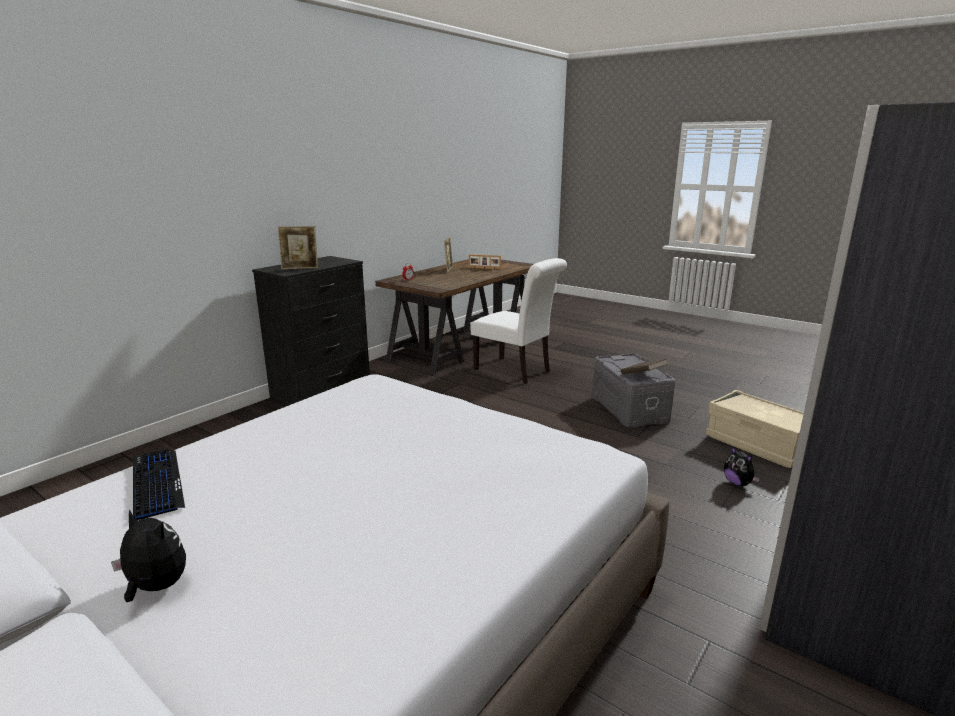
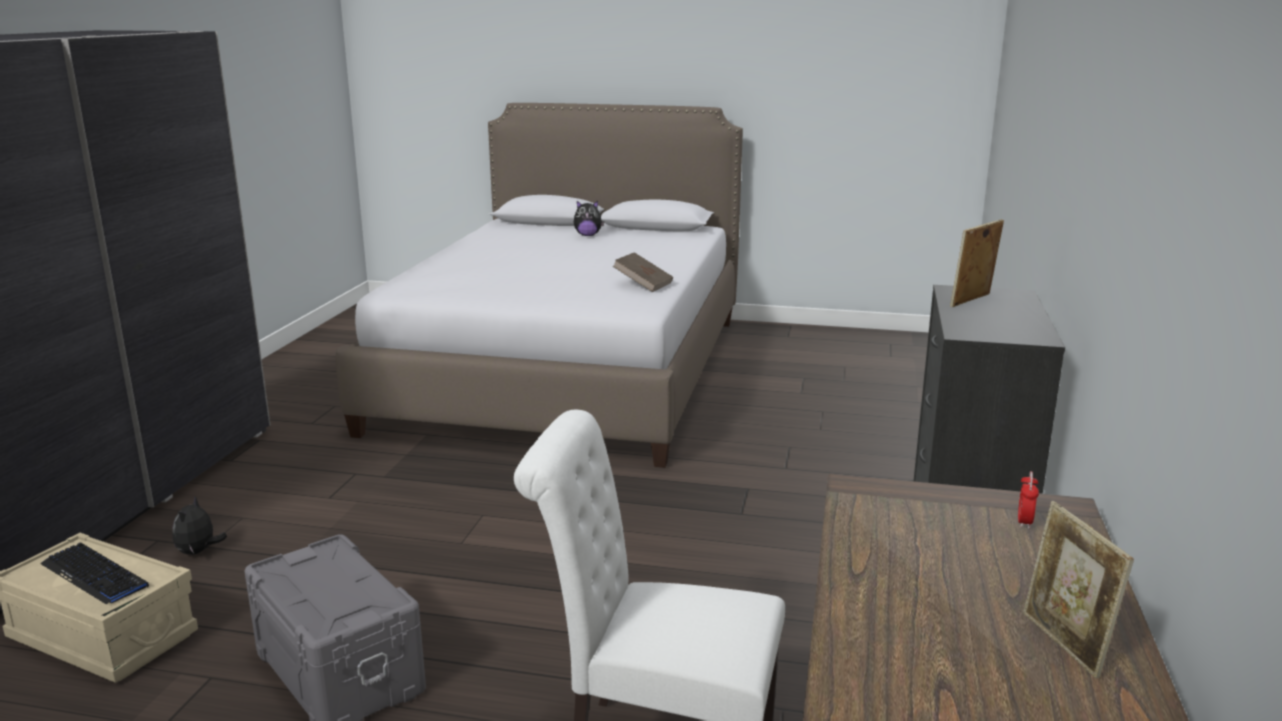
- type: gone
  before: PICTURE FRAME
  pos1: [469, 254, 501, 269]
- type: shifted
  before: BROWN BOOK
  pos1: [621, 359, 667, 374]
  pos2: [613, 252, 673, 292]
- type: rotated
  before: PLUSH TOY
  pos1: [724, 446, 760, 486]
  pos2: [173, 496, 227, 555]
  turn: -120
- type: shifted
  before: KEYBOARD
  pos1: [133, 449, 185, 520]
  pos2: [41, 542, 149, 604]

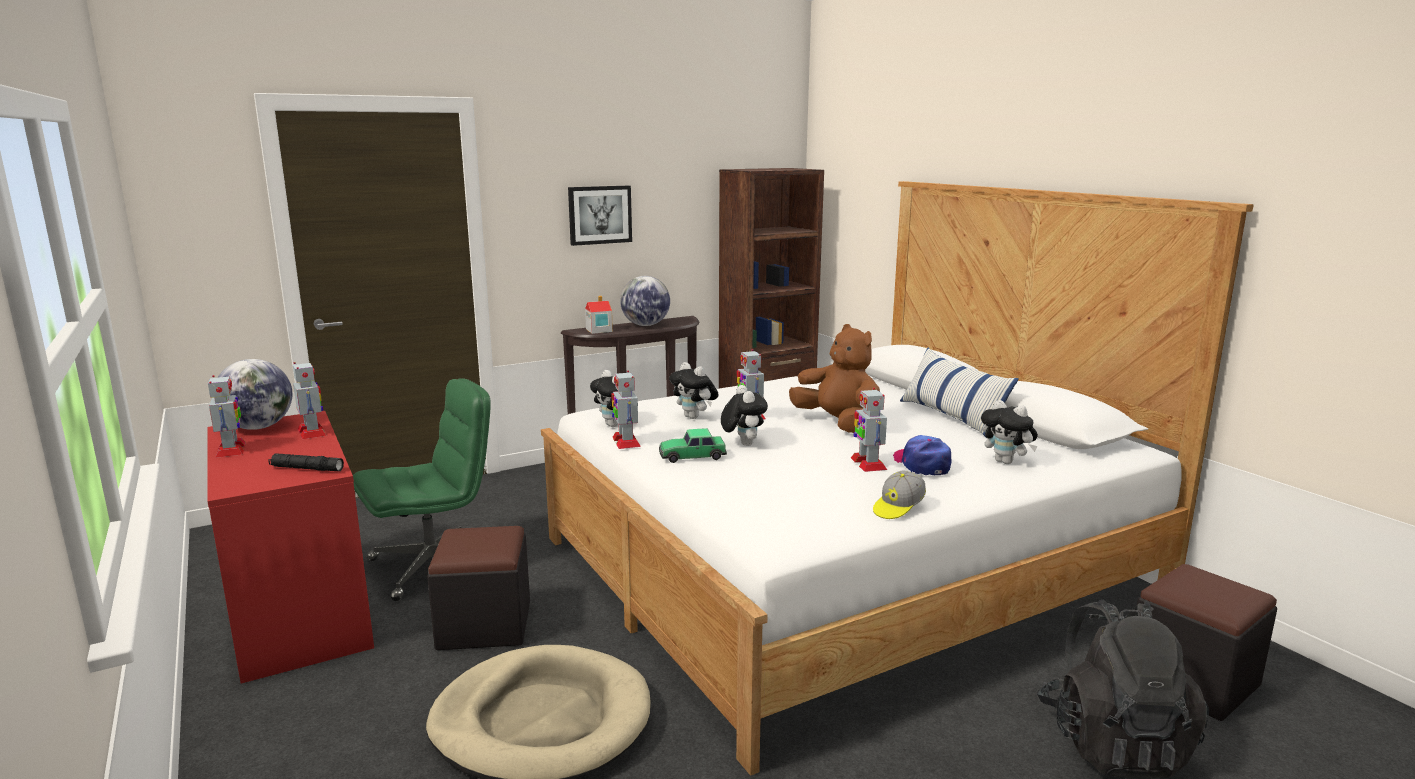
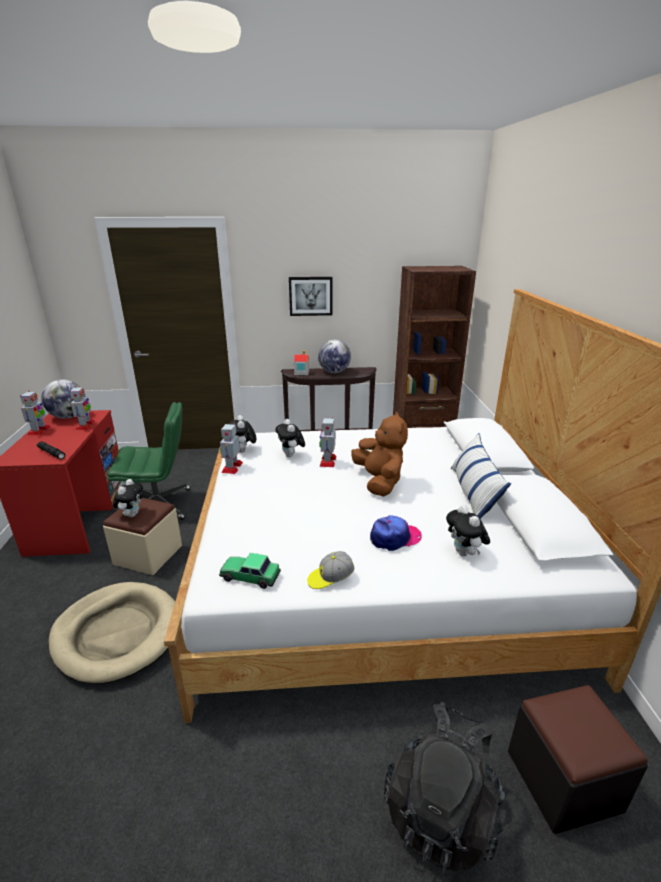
- type: shifted
  before: PLUSH TOY
  pos1: [721, 385, 768, 446]
  pos2: [113, 479, 143, 517]
- type: gone
  before: TOY ROBOT
  pos1: [851, 387, 887, 472]
- type: shifted
  before: TOY CAR
  pos1: [659, 428, 727, 463]
  pos2: [219, 553, 281, 589]
- type: rotated
  before: CAP
  pos1: [893, 435, 951, 475]
  pos2: [370, 515, 422, 551]
  turn: 60
- type: repainted
  before: BLACK OTTOMAN
  after: BEIGE OTTOMAN
  pos1: [427, 526, 530, 650]
  pos2: [103, 498, 182, 575]

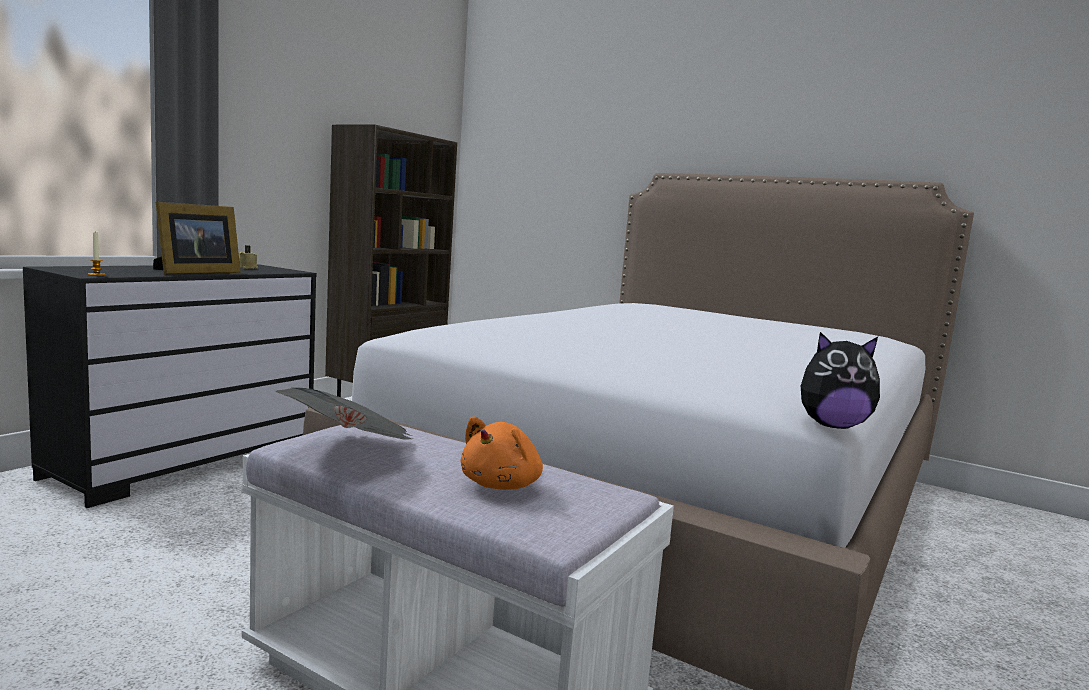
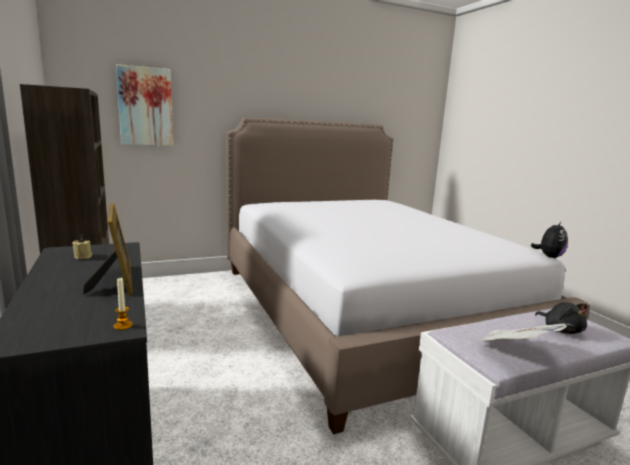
- type: repainted
  before: ORANGE PLUSH TOY
  after: BLACK PLUSH TOY
  pos1: [460, 417, 543, 490]
  pos2: [535, 302, 587, 334]
- type: new
  after: PICTURE
  pos2: [116, 64, 173, 146]

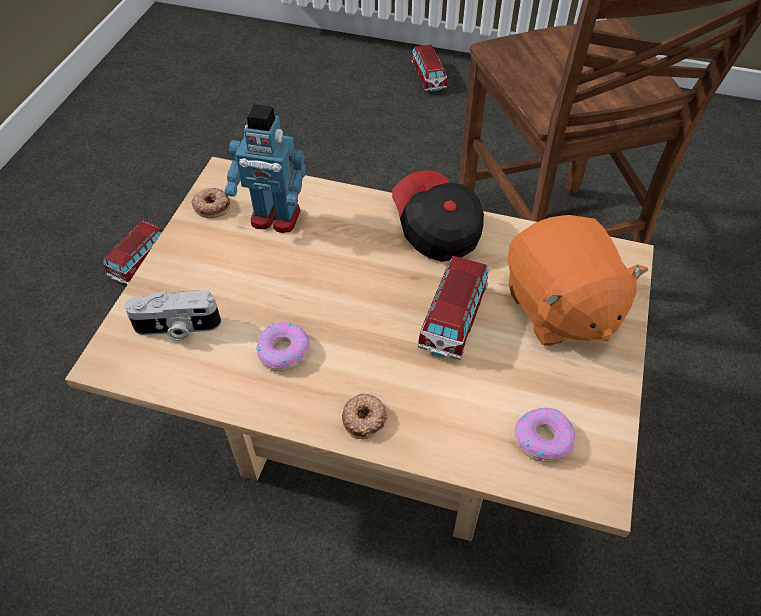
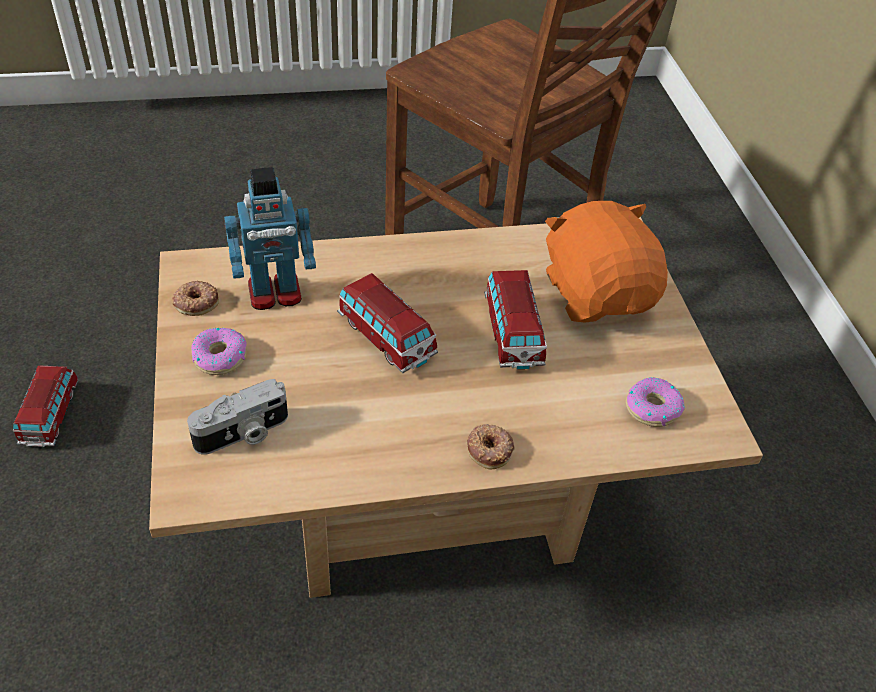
- type: shifted
  before: TOY CAR
  pos1: [411, 44, 447, 91]
  pos2: [337, 273, 438, 373]
- type: gone
  before: CAP
  pos1: [392, 170, 484, 262]
- type: rotated
  before: ORANGE PLUSH TOY
  pos1: [508, 215, 648, 346]
  pos2: [545, 201, 668, 323]
  turn: -150
- type: shifted
  before: DONUT
  pos1: [256, 322, 310, 371]
  pos2: [191, 328, 247, 375]

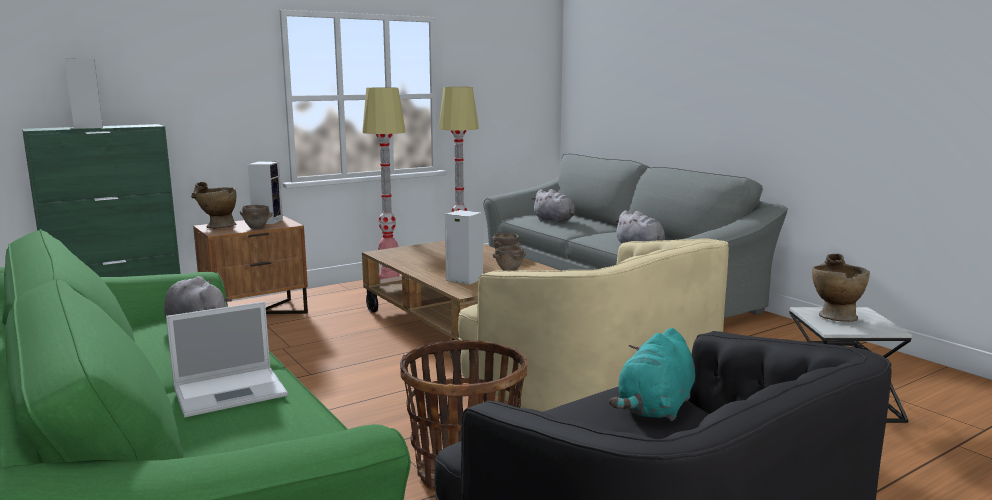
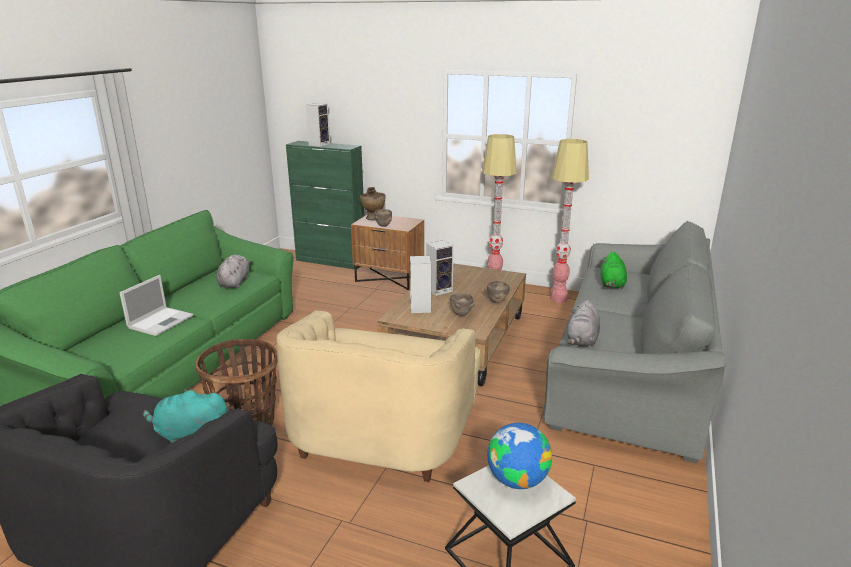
- type: shifted
  before: SPEAKER
  pos1: [248, 162, 283, 224]
  pos2: [426, 240, 454, 296]
- type: repainted
  before: GREY PLUSH TOY
  after: GREEN PLUSH TOY
  pos1: [531, 189, 575, 223]
  pos2: [600, 251, 627, 289]
- type: swapped
  before: BEIGE VASE
  after: GLOBE
  pos1: [812, 253, 870, 322]
  pos2: [487, 423, 552, 489]
- type: rotated
  before: LAPTOP
  pos1: [166, 301, 288, 417]
  pos2: [119, 275, 193, 336]
  turn: -90

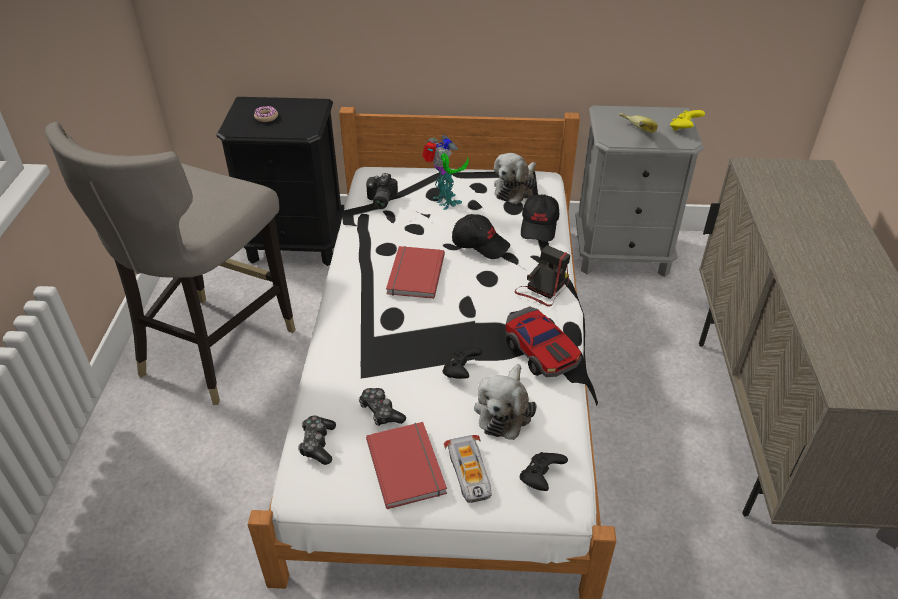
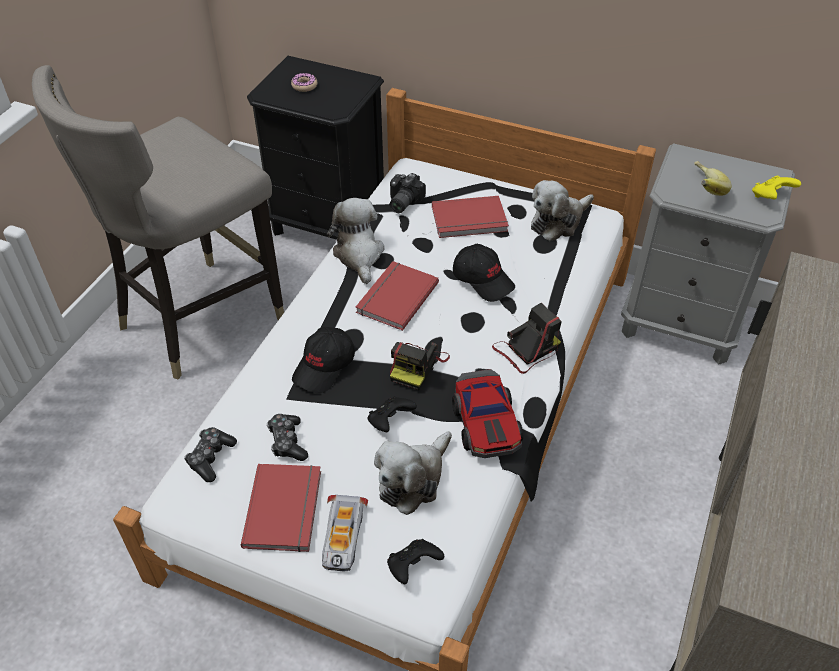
- type: swapped
  before: TOY ROBOT
  after: RED BOOK
  pos1: [422, 135, 469, 210]
  pos2: [432, 196, 509, 238]
- type: shifted
  before: BLACK CAP
  pos1: [521, 194, 559, 241]
  pos2: [292, 327, 355, 393]
- type: new
  after: PLUSH TOY
  pos2: [327, 198, 385, 284]
- type: new
  after: PHOTO CAMERA
  pos2: [390, 342, 450, 390]

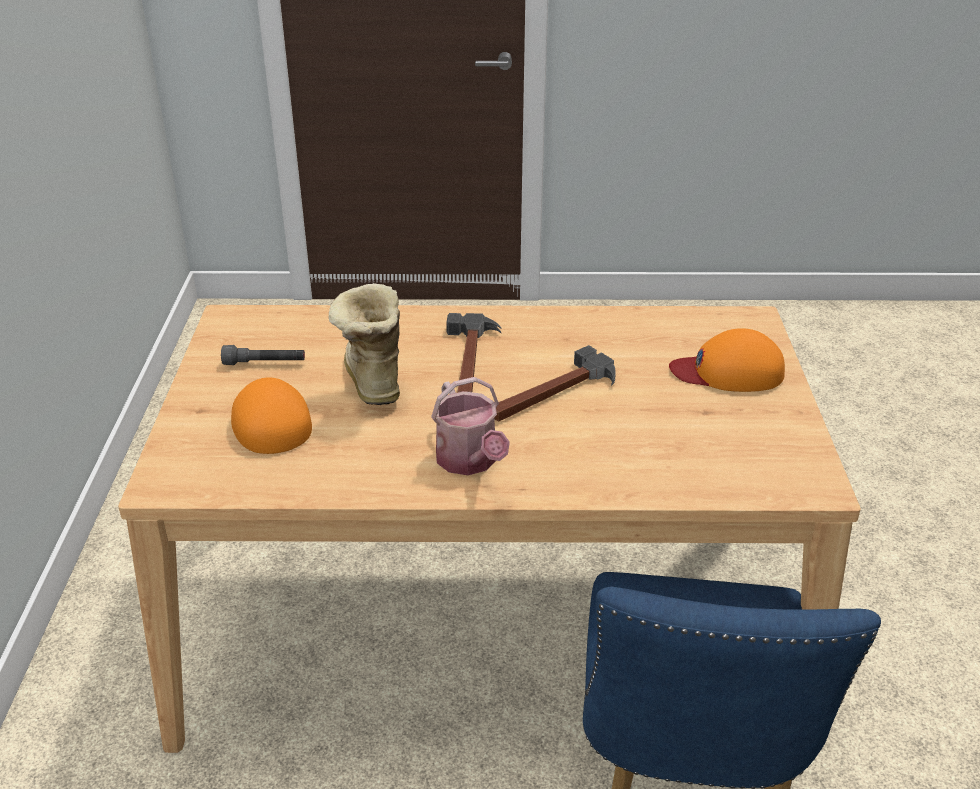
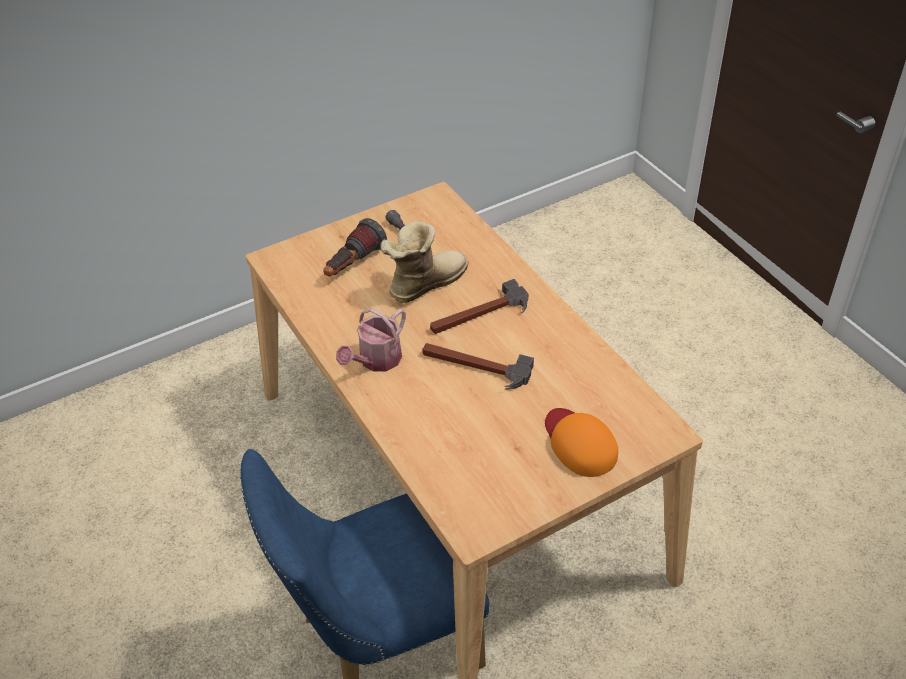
- type: swapped
  before: ORANGE CAP
  after: FLASHLIGHT
  pos1: [231, 377, 312, 454]
  pos2: [323, 218, 387, 277]

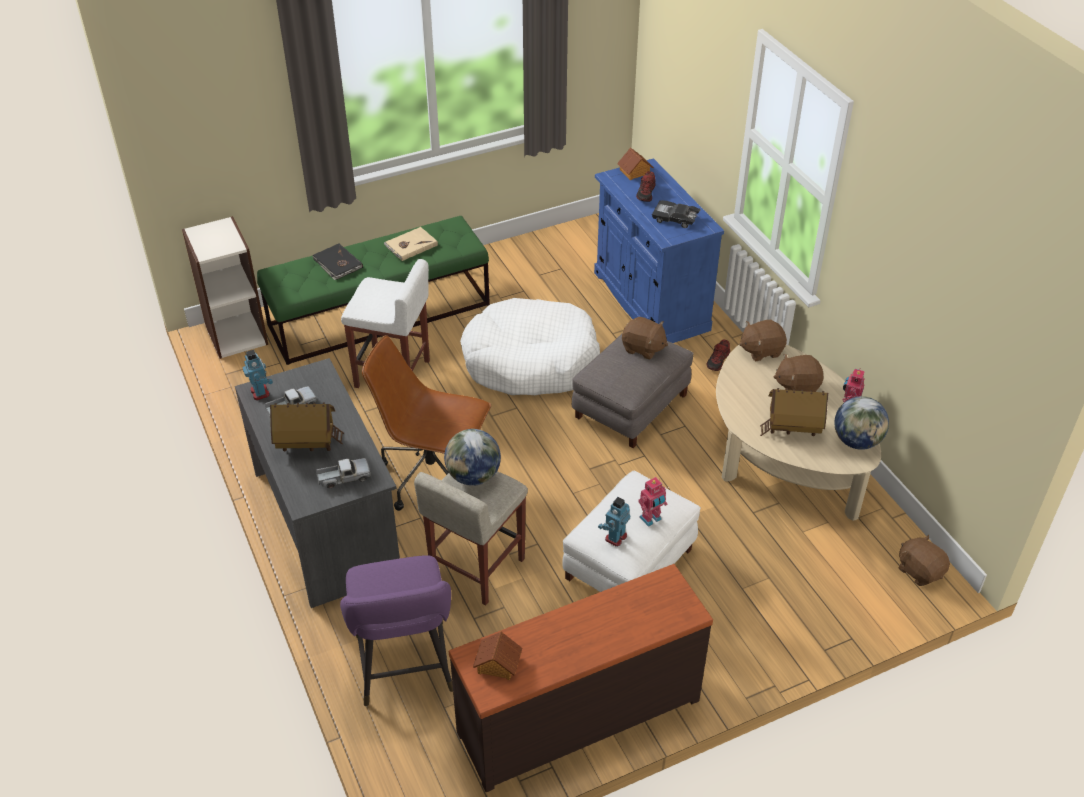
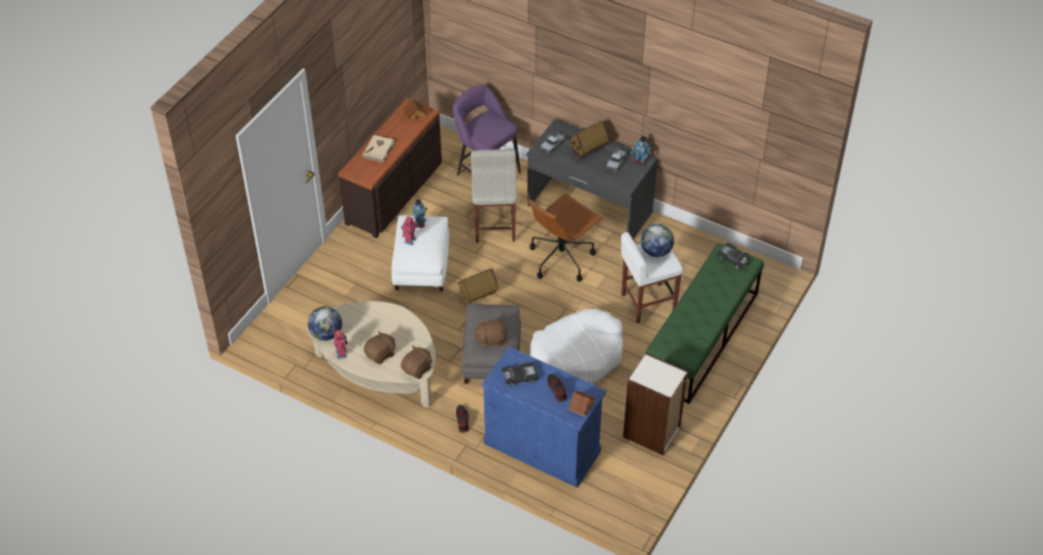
- type: shifted
  before: BOOKCASE
  pos1: [182, 216, 268, 359]
  pos2: [623, 353, 688, 456]
- type: shifted
  before: BEIGE BOOK
  pos1: [384, 227, 438, 261]
  pos2: [362, 135, 396, 162]
- type: gone
  before: BLACK BOOK
  pos1: [313, 243, 363, 280]
- type: rotated
  before: BROWN OFFICE CHAIR
  pos1: [362, 335, 491, 511]
  pos2: [529, 194, 603, 281]
  turn: 150
- type: shifted
  before: TOY HOUSE
  pos1: [760, 388, 828, 436]
  pos2: [457, 268, 499, 303]
- type: shifted
  before: GLOBE
  pos1: [444, 429, 501, 486]
  pos2: [641, 224, 674, 257]
- type: gone
  before: BROWN PLUSH TOY
  pos1: [898, 535, 950, 586]
- type: new
  after: BLACK TOY CAR
  pos2: [717, 243, 752, 269]

